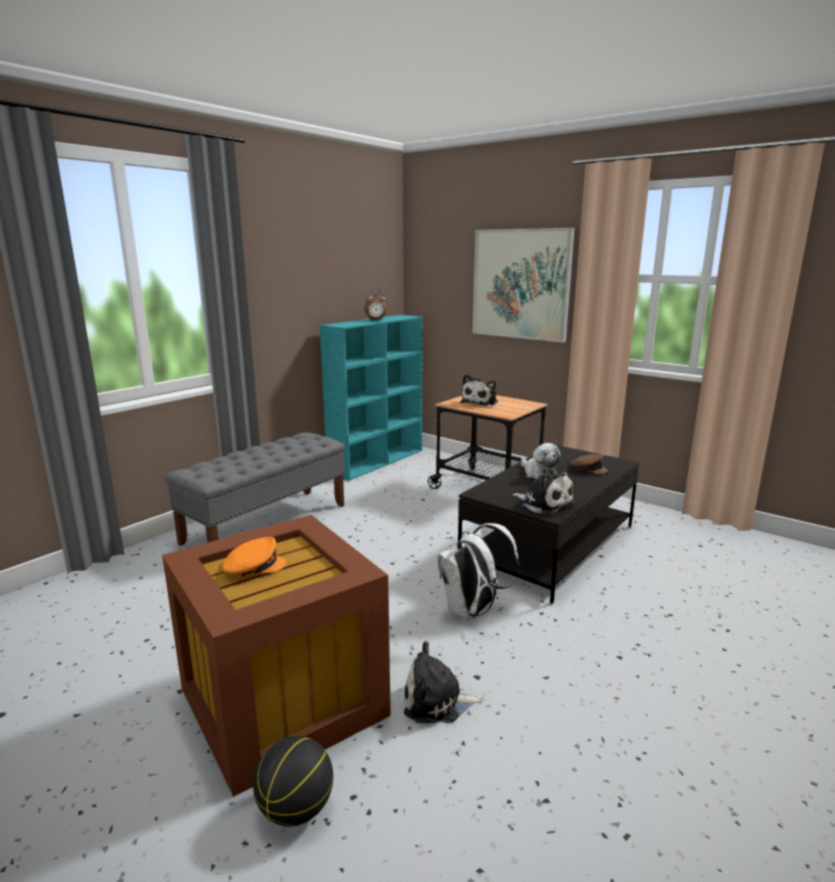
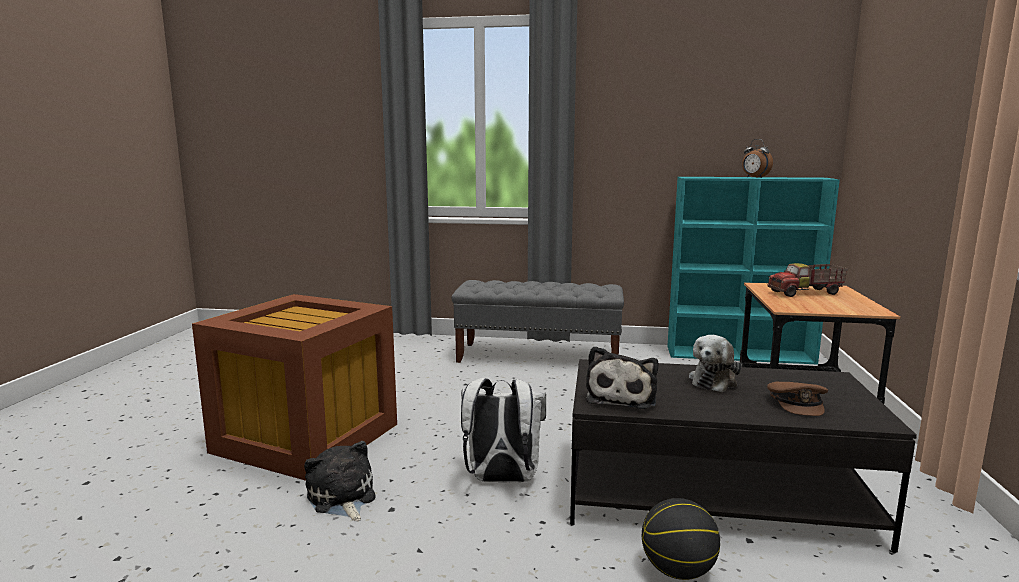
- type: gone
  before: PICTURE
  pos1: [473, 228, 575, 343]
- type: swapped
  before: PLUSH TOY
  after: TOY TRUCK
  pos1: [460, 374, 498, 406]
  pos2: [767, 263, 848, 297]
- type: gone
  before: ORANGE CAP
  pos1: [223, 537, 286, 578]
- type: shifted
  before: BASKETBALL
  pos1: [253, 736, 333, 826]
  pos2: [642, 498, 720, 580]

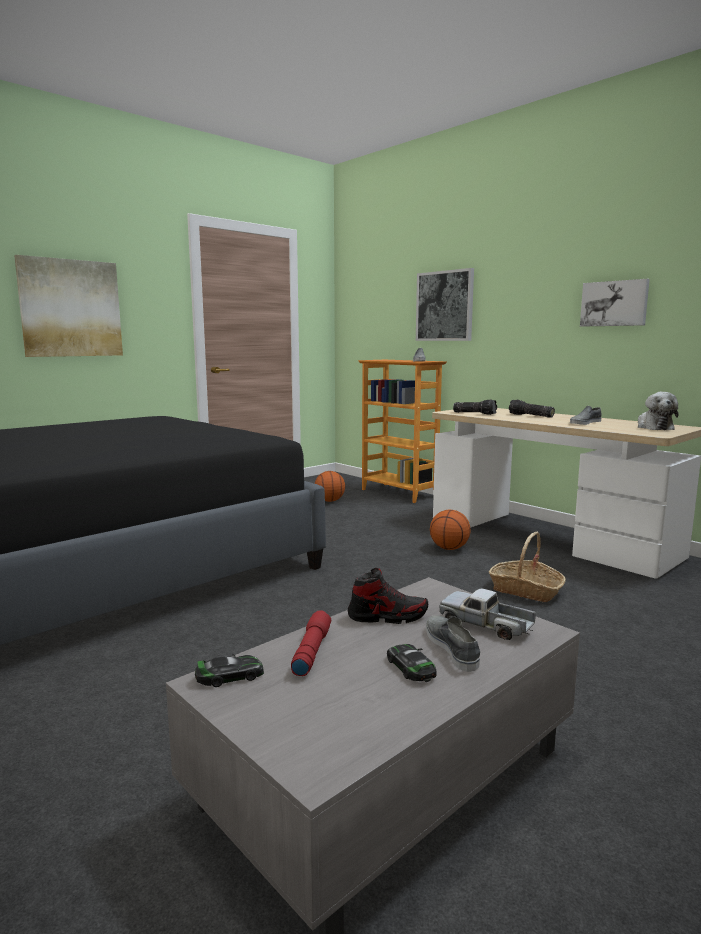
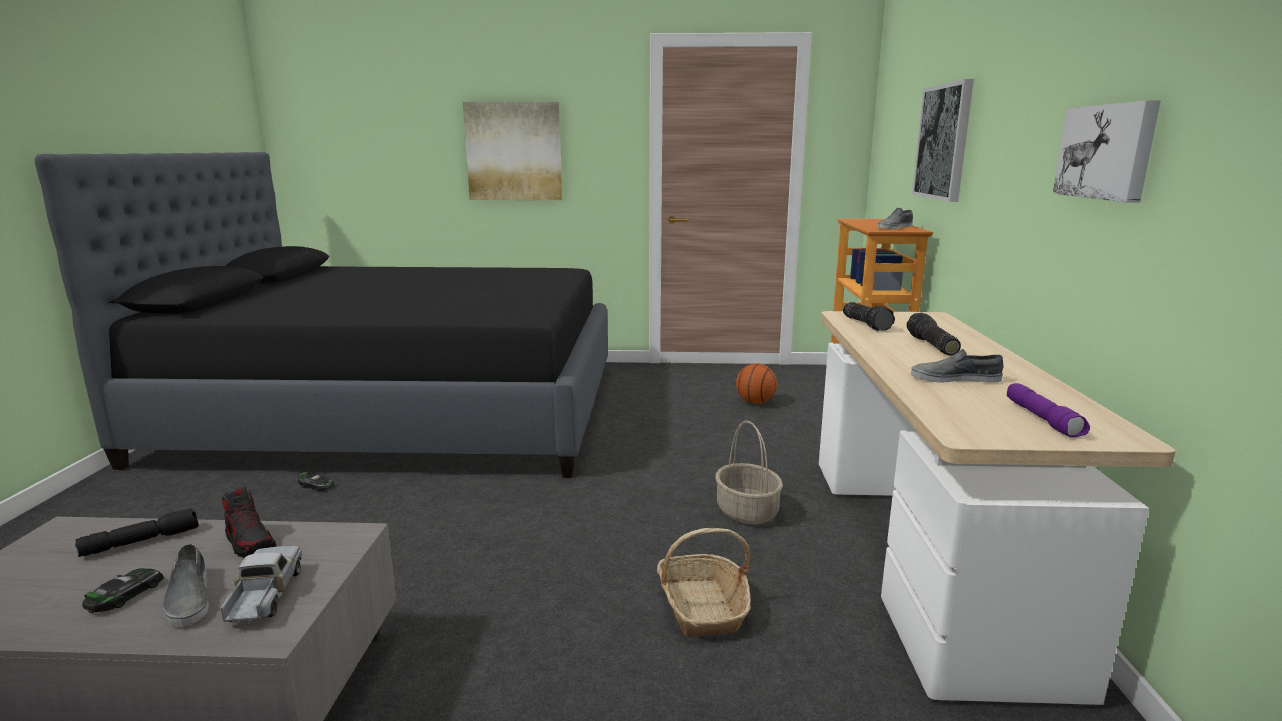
- type: swapped
  before: PLUSH TOY
  after: PURPLE FLASHLIGHT
  pos1: [638, 392, 679, 430]
  pos2: [1007, 383, 1090, 437]
- type: swapped
  before: BASKETBALL
  after: BASKET
  pos1: [430, 510, 470, 550]
  pos2: [715, 421, 783, 524]
- type: repainted
  before: RED FLASHLIGHT
  after: BLACK FLASHLIGHT
  pos1: [291, 610, 331, 676]
  pos2: [75, 508, 199, 557]
- type: rotated
  before: GREY SHOE
  pos1: [426, 615, 480, 672]
  pos2: [163, 544, 209, 626]
  turn: 120
- type: shifted
  before: TOY CAR
  pos1: [195, 654, 264, 687]
  pos2: [298, 472, 334, 492]

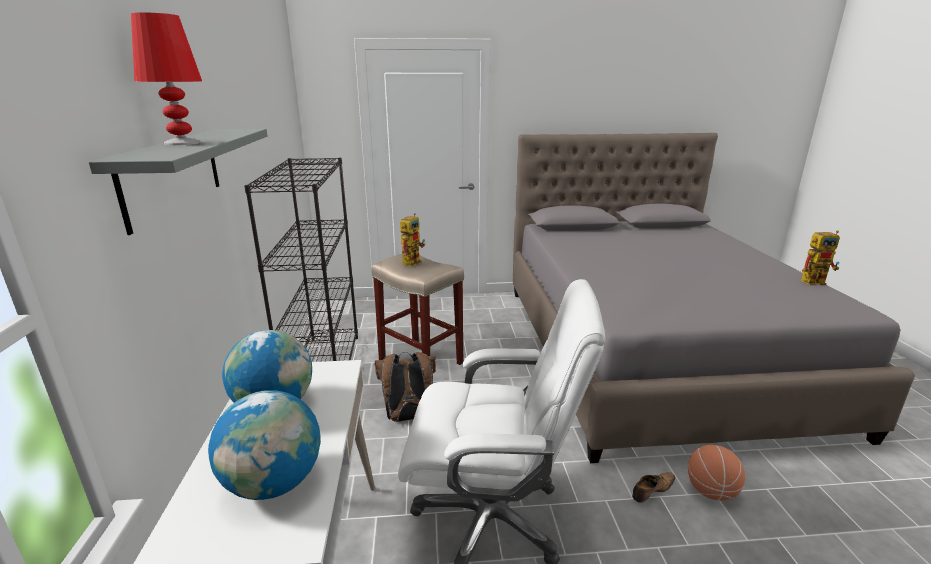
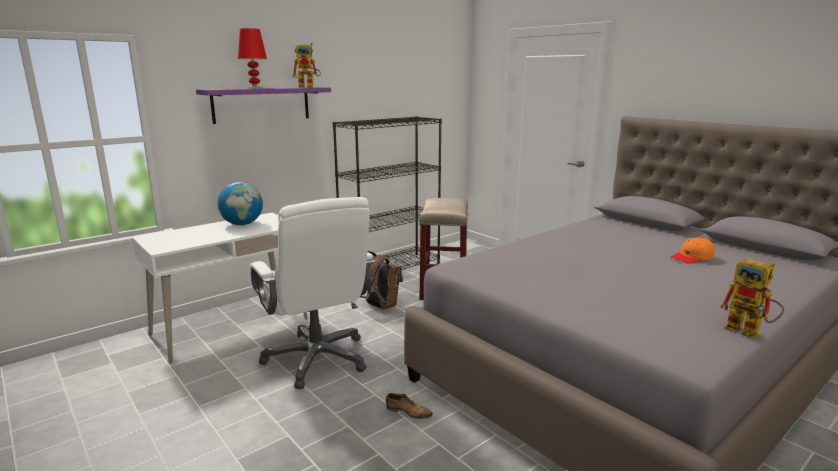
- type: repainted
  before: GREY SHELF
  after: PURPLE SHELF
  pos1: [89, 129, 268, 235]
  pos2: [196, 87, 331, 124]
- type: shifted
  before: TOY ROBOT
  pos1: [400, 213, 425, 267]
  pos2: [293, 43, 321, 88]
- type: gone
  before: GLOBE
  pos1: [208, 391, 321, 500]
- type: gone
  before: BASKETBALL
  pos1: [688, 445, 745, 501]
- type: new
  after: ORANGE CAP
  pos2: [671, 237, 715, 264]

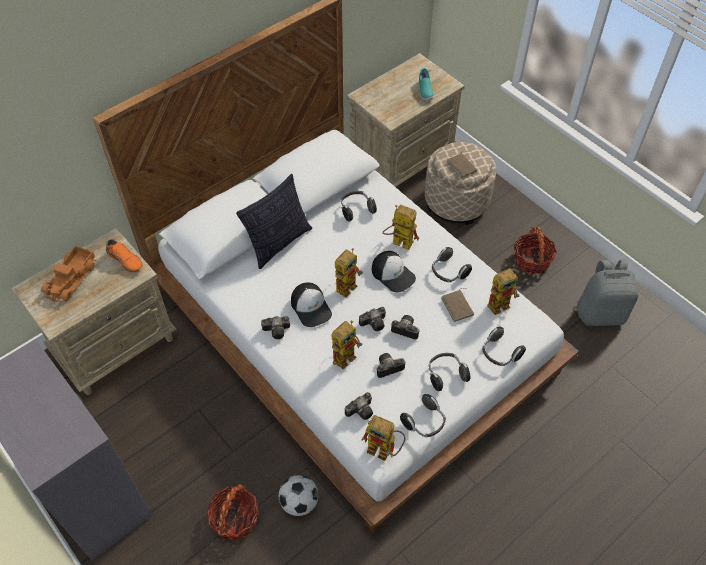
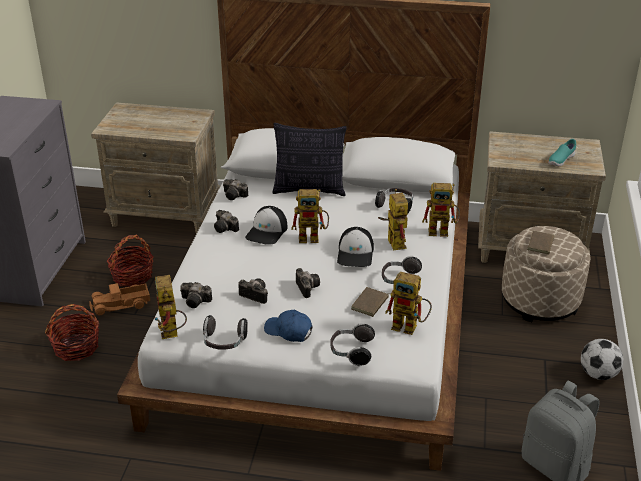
- type: shifted
  before: BASKET
  pos1: [514, 227, 557, 274]
  pos2: [107, 235, 154, 287]
- type: gone
  before: ORANGE SHOE
  pos1: [106, 240, 142, 272]
- type: shifted
  before: TOY TRUCK
  pos1: [41, 246, 96, 302]
  pos2: [89, 283, 150, 315]
- type: shifted
  before: PHOTO CAMERA
  pos1: [359, 307, 386, 331]
  pos2: [223, 179, 248, 200]
- type: shifted
  before: TOY ROBOT
  pos1: [331, 320, 363, 369]
  pos2: [422, 183, 460, 237]
- type: swapped
  before: HEADPHONES
  after: BLUE CAP
  pos1: [429, 353, 470, 391]
  pos2: [264, 310, 313, 342]
- type: shifted
  before: FOOTBALL
  pos1: [279, 475, 318, 516]
  pos2: [581, 339, 624, 380]

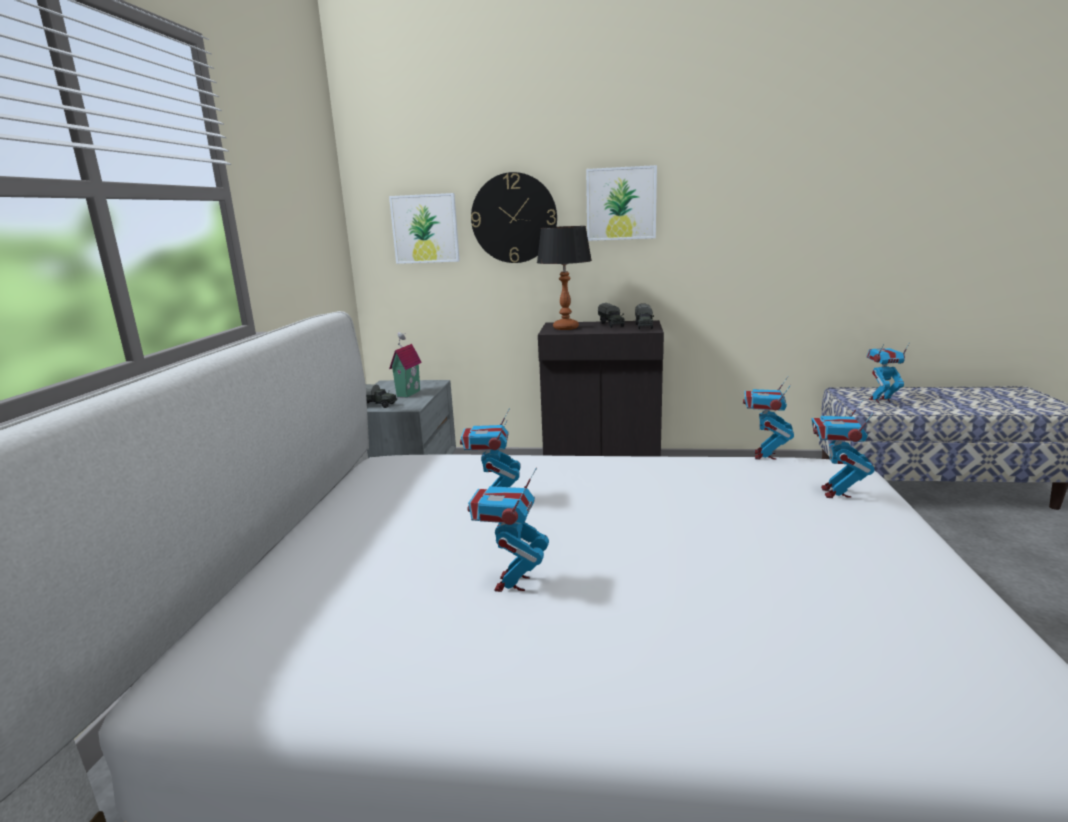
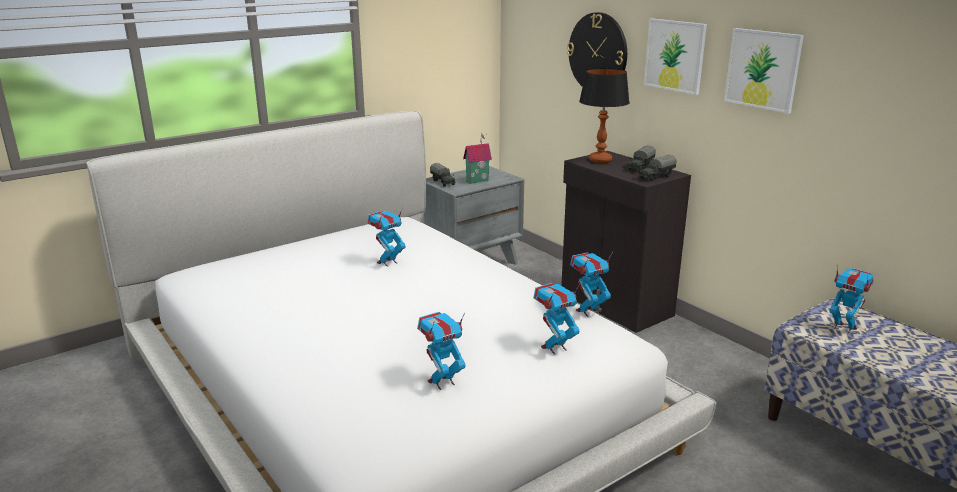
- type: shifted
  before: PICTURE
  pos1: [389, 193, 460, 264]
  pos2: [724, 28, 804, 113]
- type: shifted
  before: TOY ROBOT
  pos1: [468, 468, 549, 592]
  pos2: [417, 312, 465, 390]

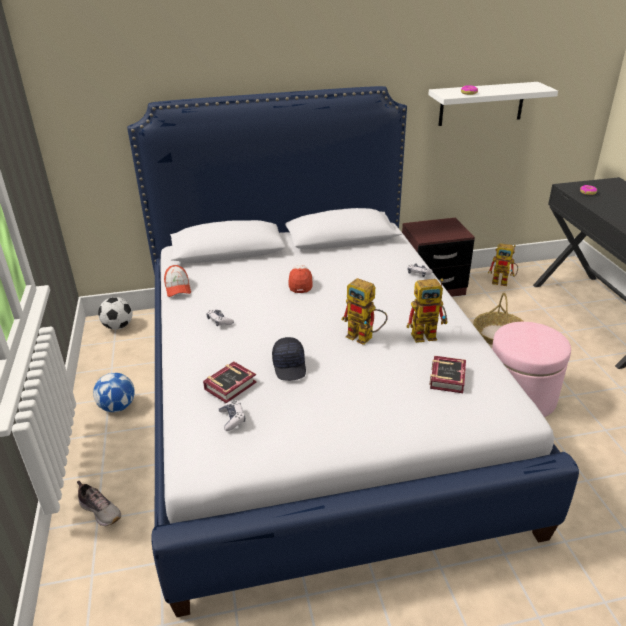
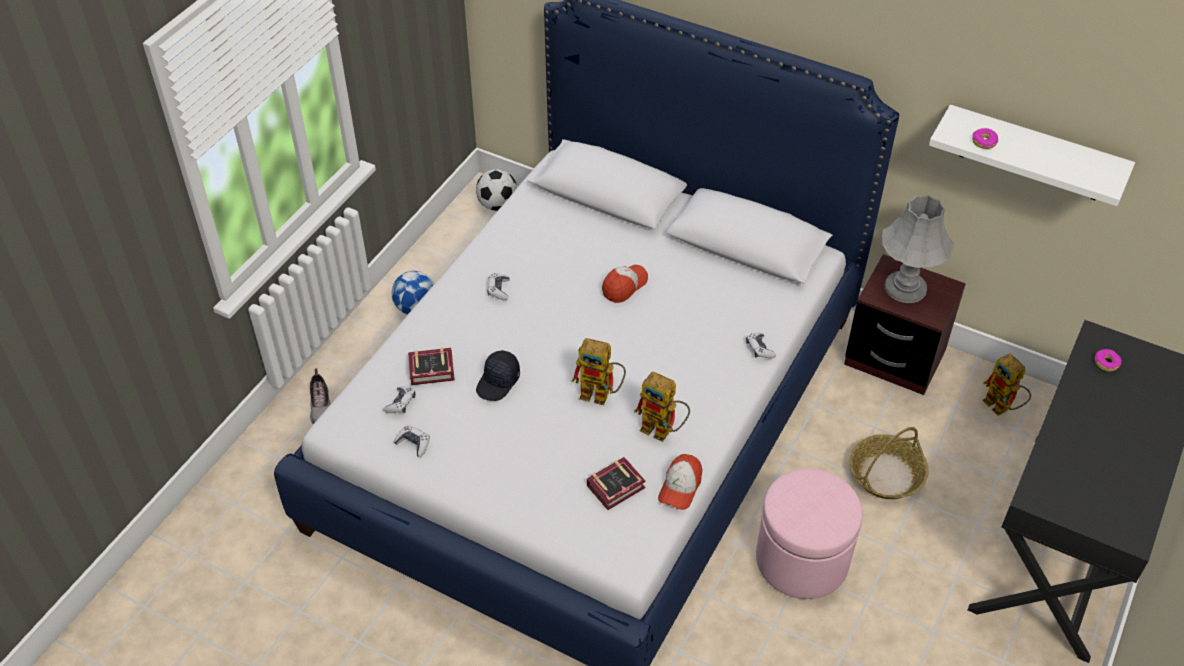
- type: shifted
  before: CAP
  pos1: [164, 265, 191, 297]
  pos2: [658, 454, 702, 510]
- type: rotated
  before: TOY ROBOT
  pos1: [341, 278, 388, 345]
  pos2: [571, 338, 626, 405]
  turn: -60
- type: new
  after: GREY TABLE LAMP
  pos2: [882, 195, 954, 303]
- type: new
  after: GAME CONTROLLER
  pos2: [394, 425, 430, 457]

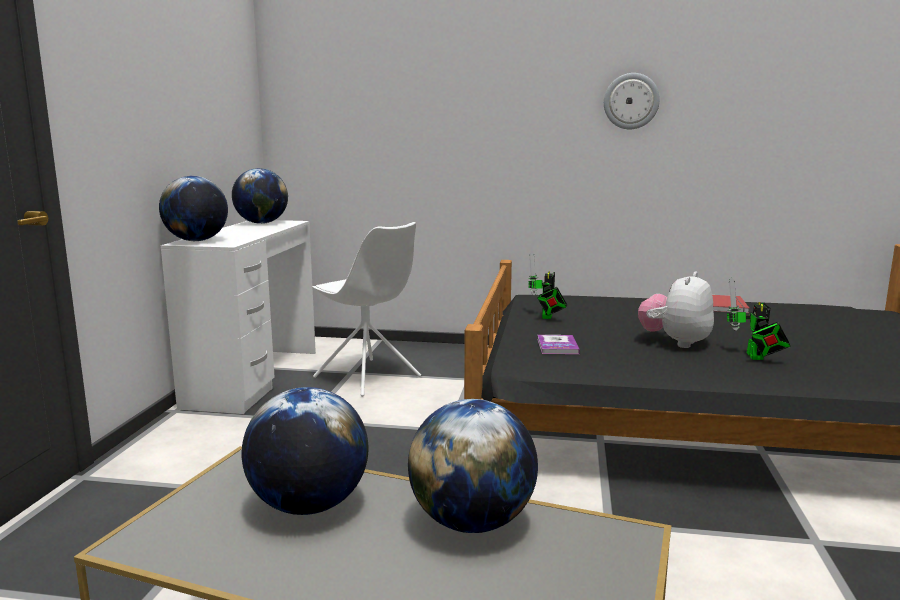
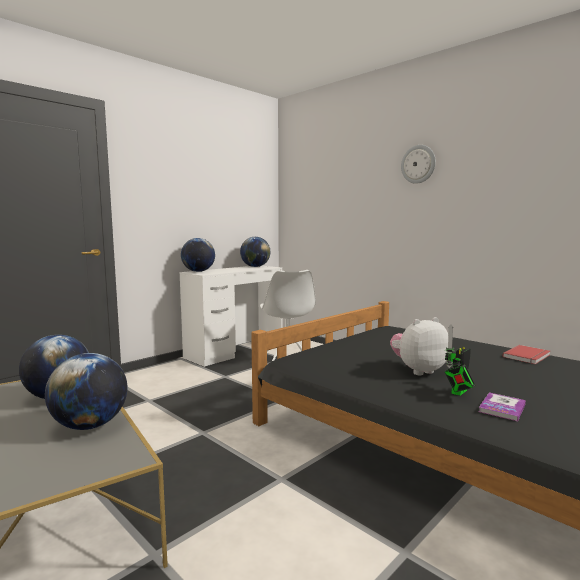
- type: shifted
  before: WALL CLOCK
  pos1: [604, 73, 660, 129]
  pos2: [401, 145, 436, 184]
- type: gone
  before: TOY ROBOT
  pos1: [528, 251, 567, 319]
- type: shifted
  before: BOOK
  pos1: [537, 335, 580, 354]
  pos2: [479, 392, 526, 421]

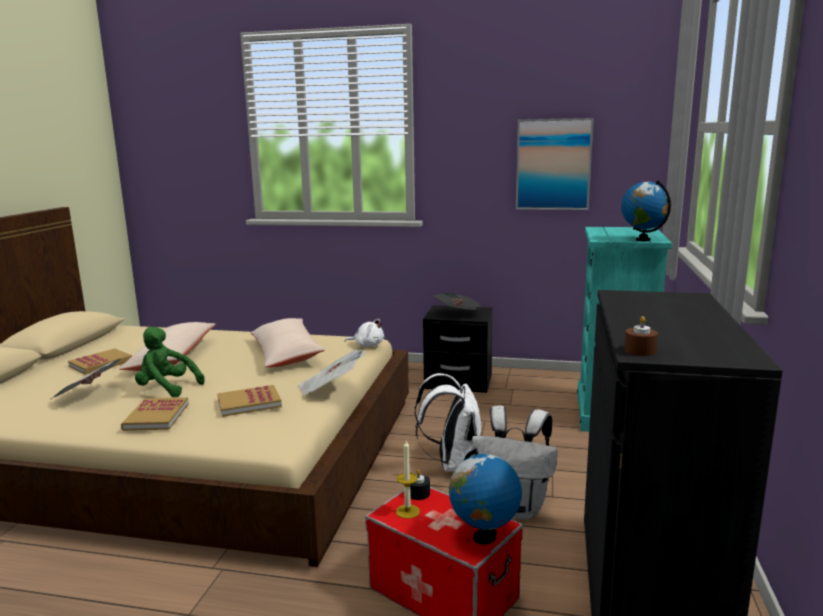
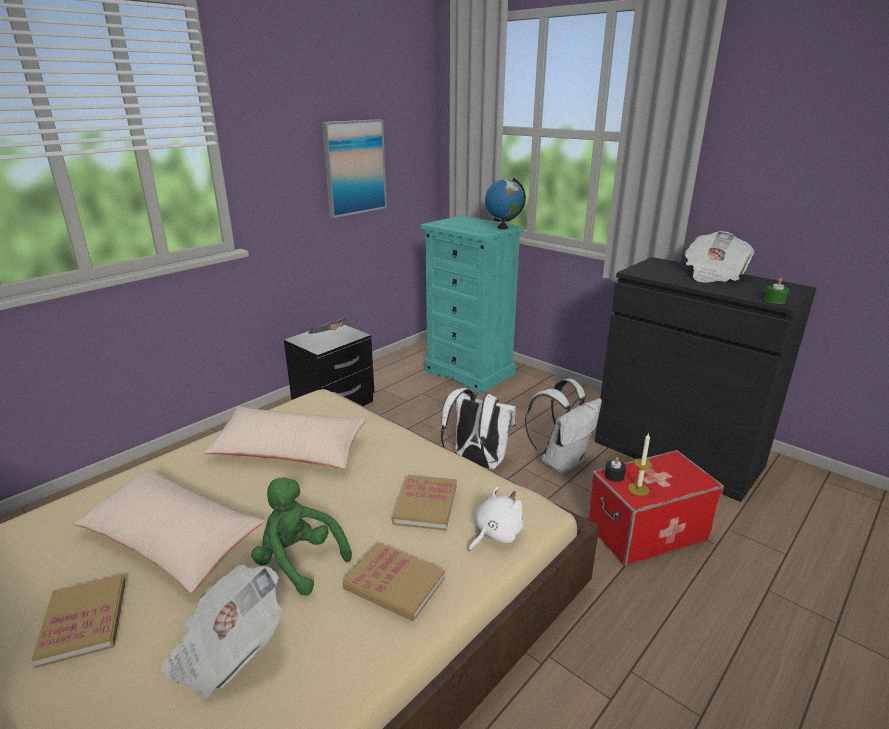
- type: repainted
  before: BROWN CANDLE
  after: GREEN CANDLE
  pos1: [624, 316, 658, 356]
  pos2: [764, 278, 789, 303]
- type: shifted
  before: WHITE PLUSH TOY
  pos1: [345, 319, 384, 347]
  pos2: [469, 486, 524, 551]
- type: rotated
  before: GREEN PLUSH TOY
  pos1: [135, 327, 205, 397]
  pos2: [251, 477, 352, 596]
  turn: 75
- type: shifted
  before: NEWSPAPER
  pos1: [299, 350, 365, 396]
  pos2: [684, 231, 754, 283]
- type: gone
  before: GLOBE
  pos1: [449, 448, 522, 545]

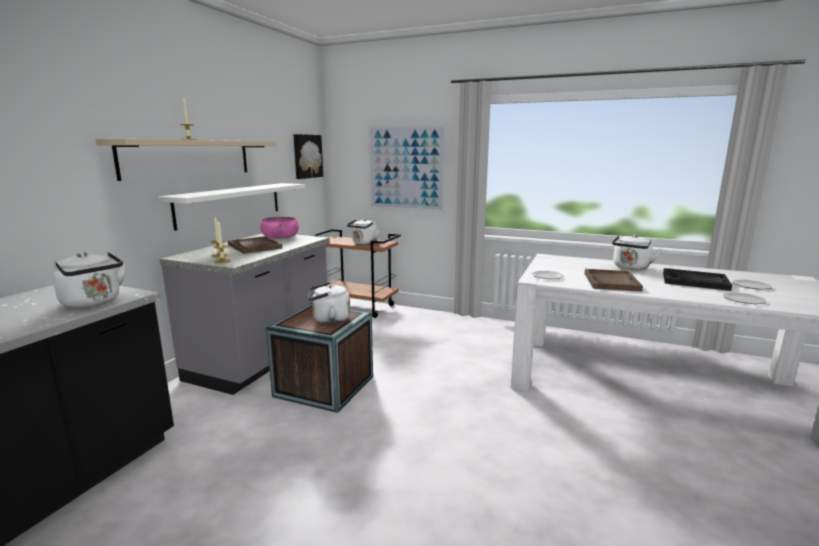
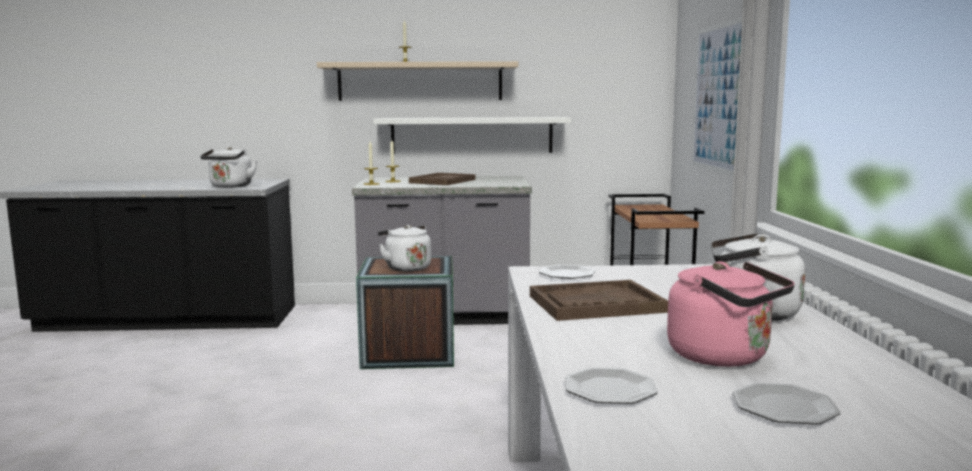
- type: gone
  before: PICTURE
  pos1: [293, 134, 323, 179]
- type: gone
  before: PINK BOWL
  pos1: [260, 217, 299, 238]
- type: gone
  before: WHITE KETTLE
  pos1: [347, 219, 380, 245]
- type: swapped
  before: BLACK TRAY
  after: PINK KETTLE
  pos1: [663, 268, 732, 291]
  pos2: [667, 261, 795, 367]

